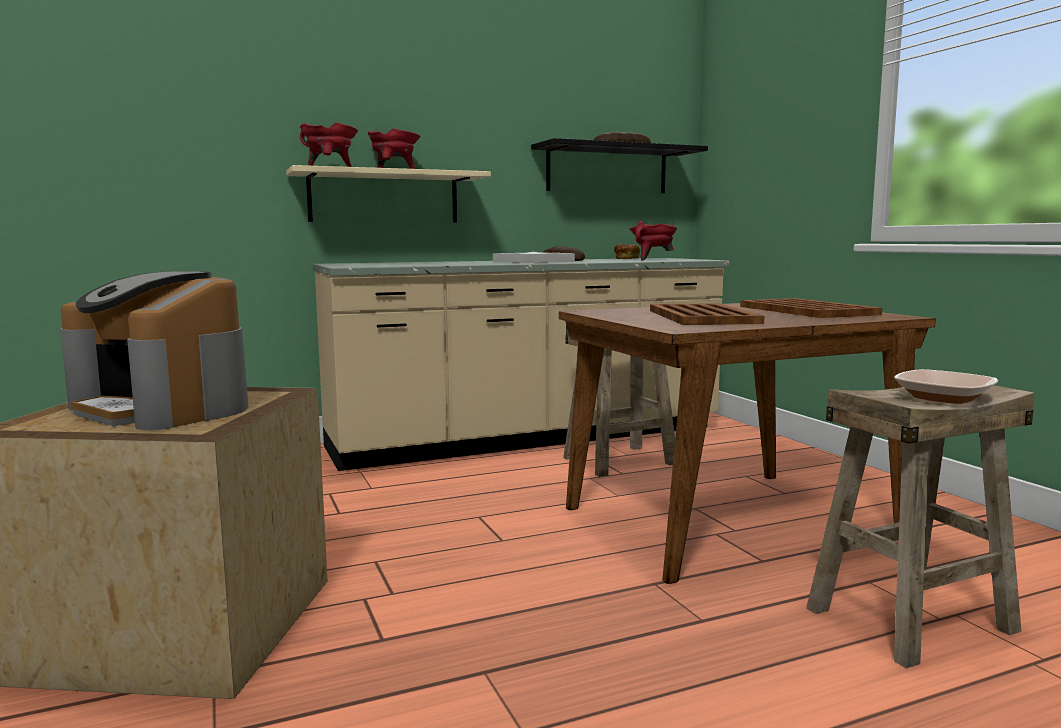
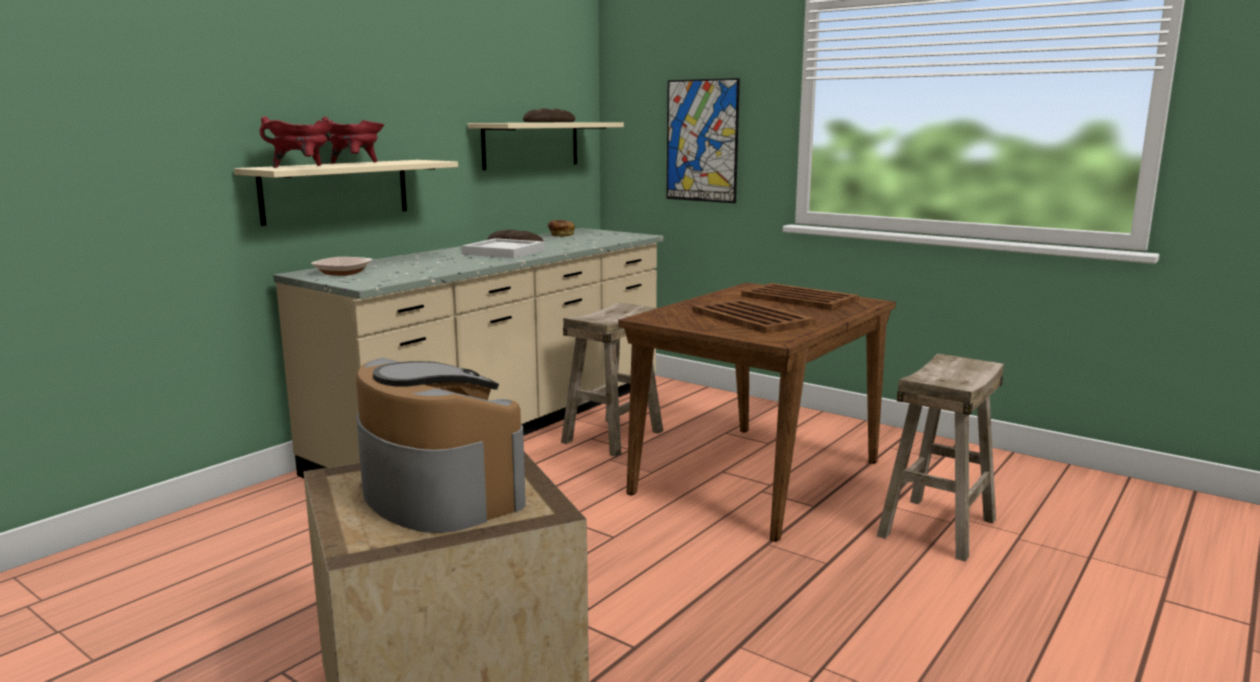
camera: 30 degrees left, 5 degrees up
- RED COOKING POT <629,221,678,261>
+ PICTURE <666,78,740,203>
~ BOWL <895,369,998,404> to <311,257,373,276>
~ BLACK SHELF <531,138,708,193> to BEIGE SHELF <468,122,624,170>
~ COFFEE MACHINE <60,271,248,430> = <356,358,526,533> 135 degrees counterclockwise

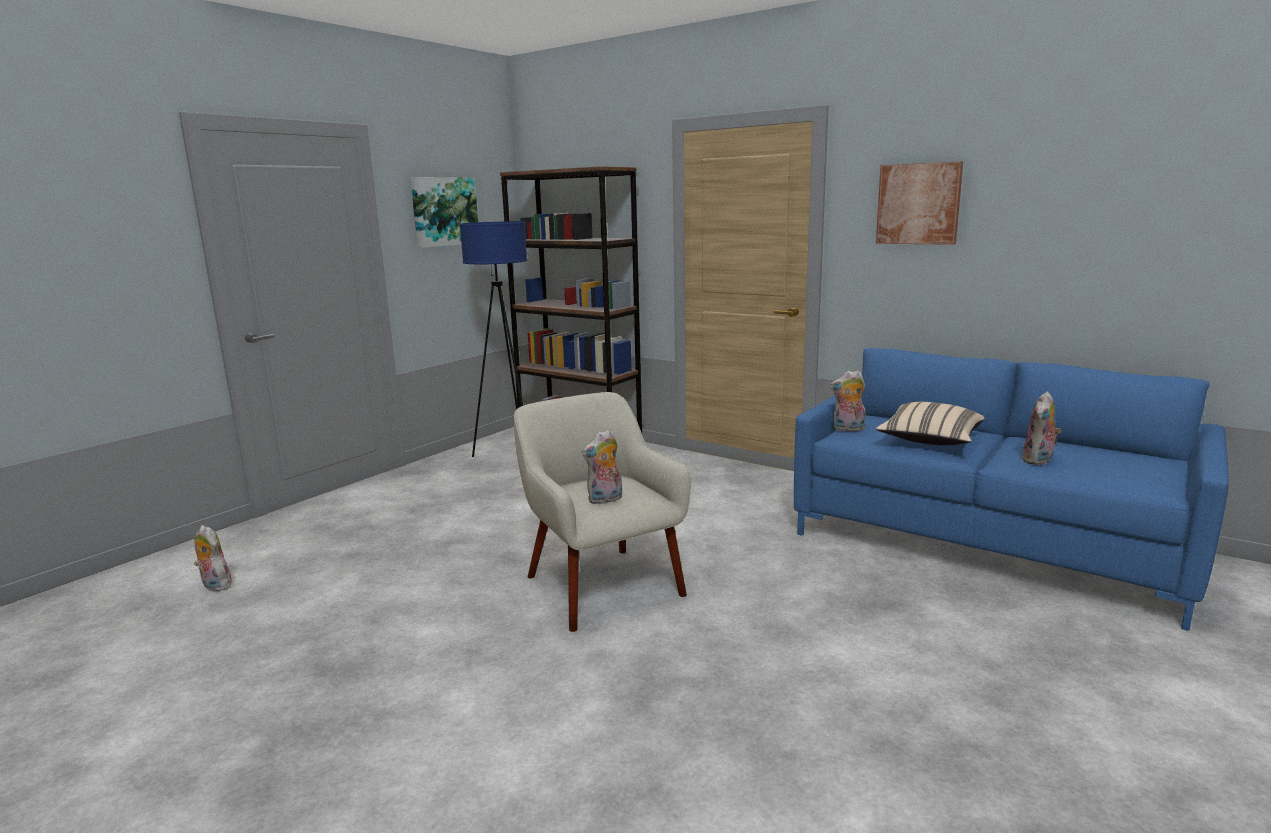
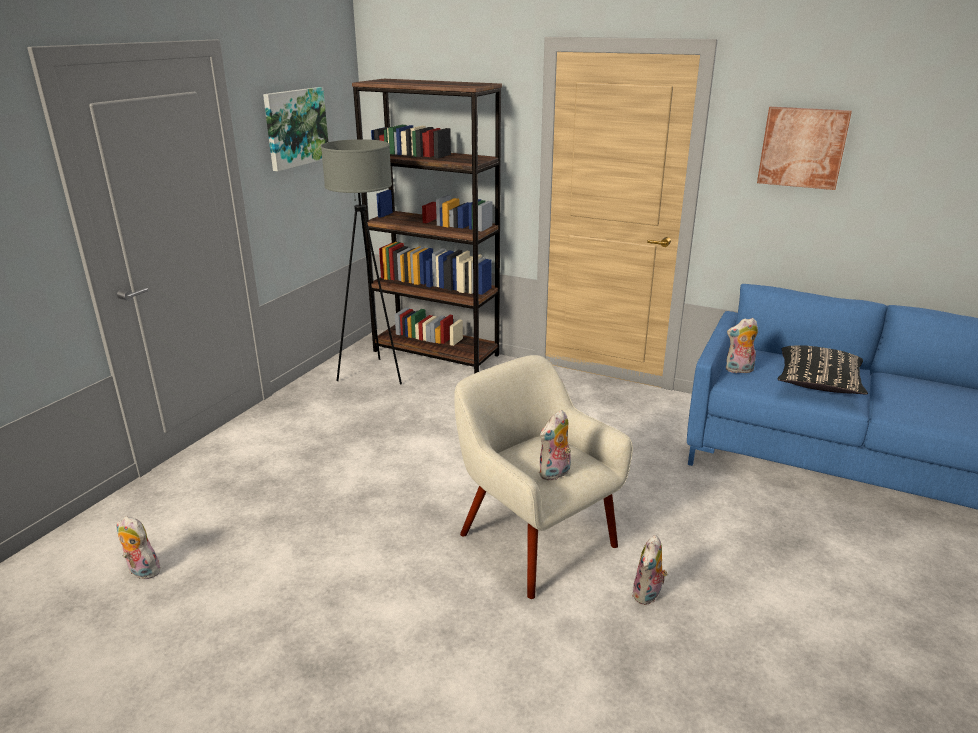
camera: 10 degrees left, 10 degrees up
~ PLUSH TOY <1022,392,1061,465> to <632,535,668,605>
~ BLUE FLOOR LAMP <460,221,527,457> to GREY FLOOR LAMP <321,139,402,384>
~ BEIGE PILLOW <876,402,985,445> to BLACK PILLOW <778,345,868,395>

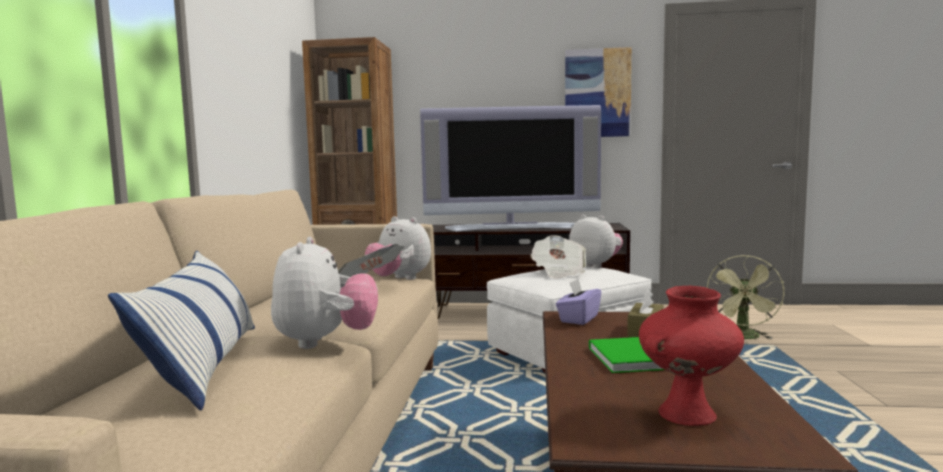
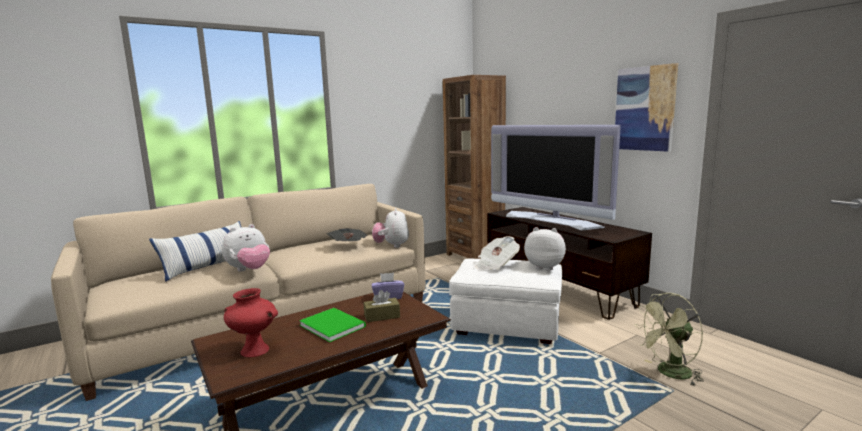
camera: 50 degrees right, 5 degrees up
~ PLUSH TOY <569,214,623,268> = <524,227,566,271> 75 degrees counterclockwise

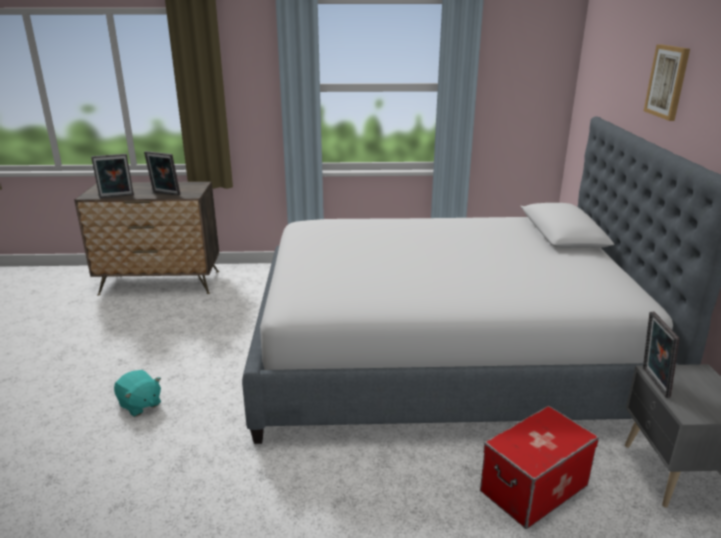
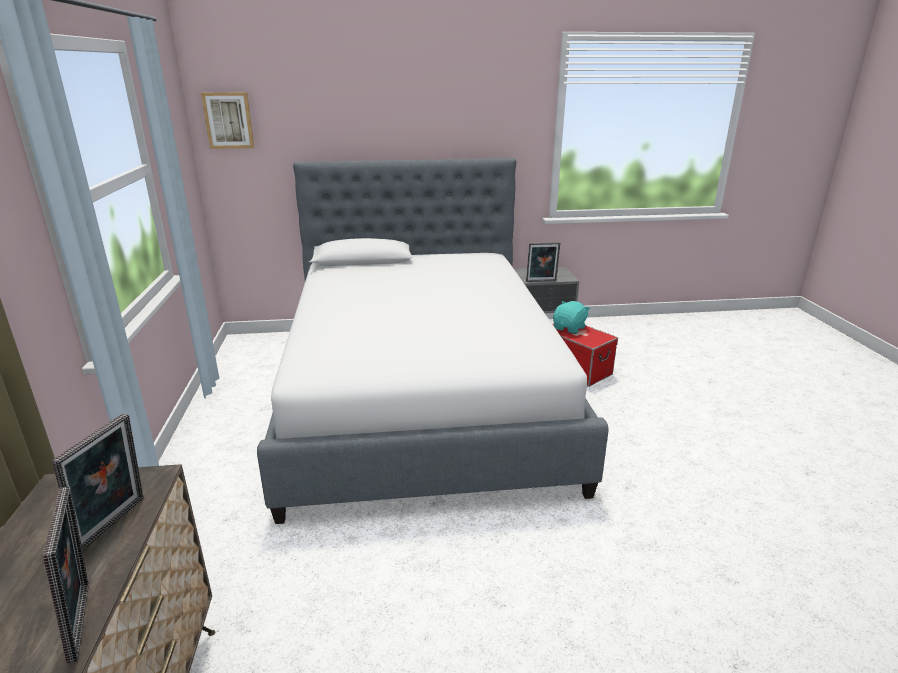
camera: 95 degrees left, 0 degrees up
~ TURQUOISE PLUSH TOY <114,370,161,417> to <553,301,590,334>
~ PICTURE <644,44,690,121> to <201,92,255,149>

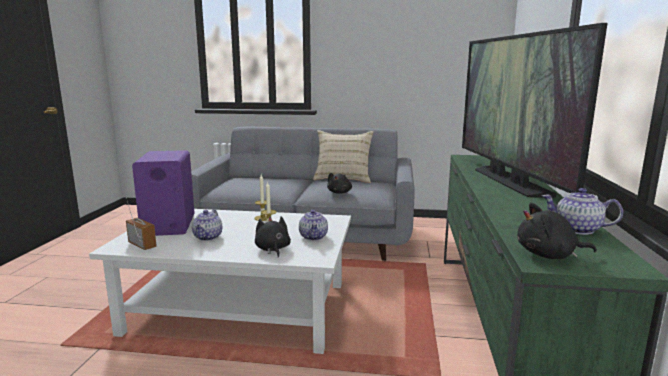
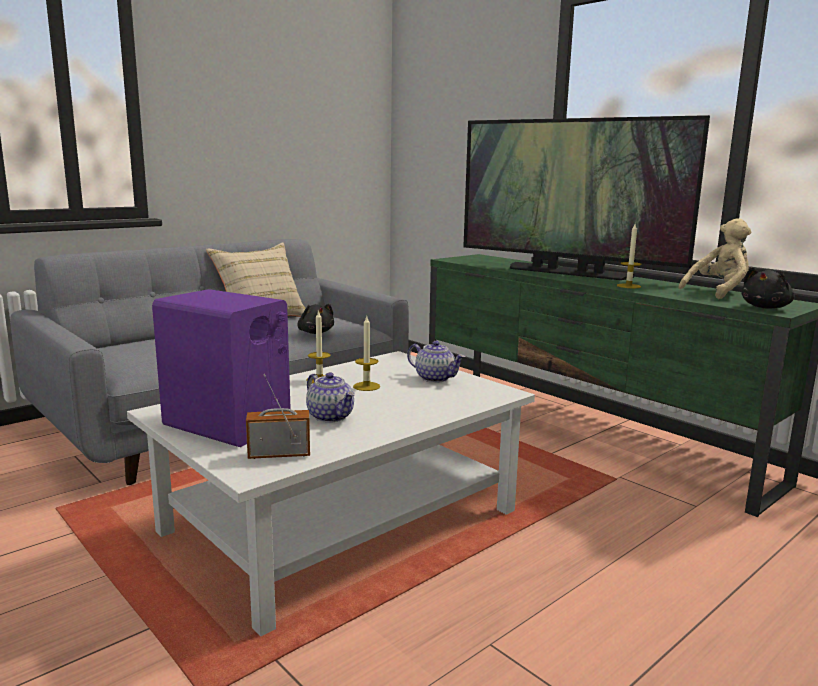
camera: 50 degrees left, 0 degrees up
- BLACK PLUSH TOY <255,216,291,258>
+ CANDLE <617,224,642,288>
~ TEAPOT <542,188,623,235> to BEIGE PLUSH TOY <678,218,751,299>

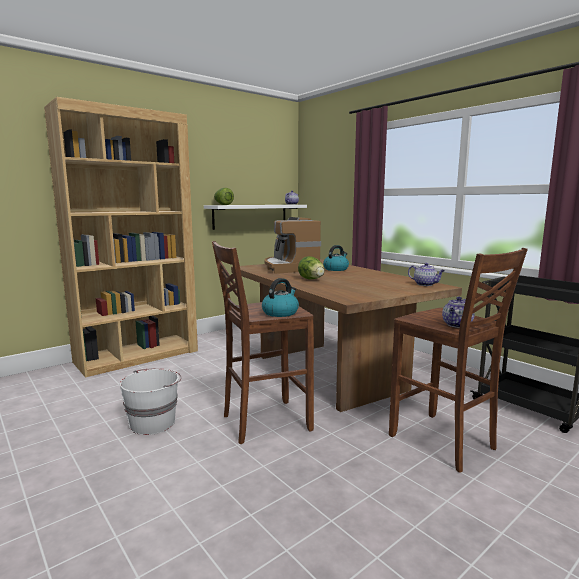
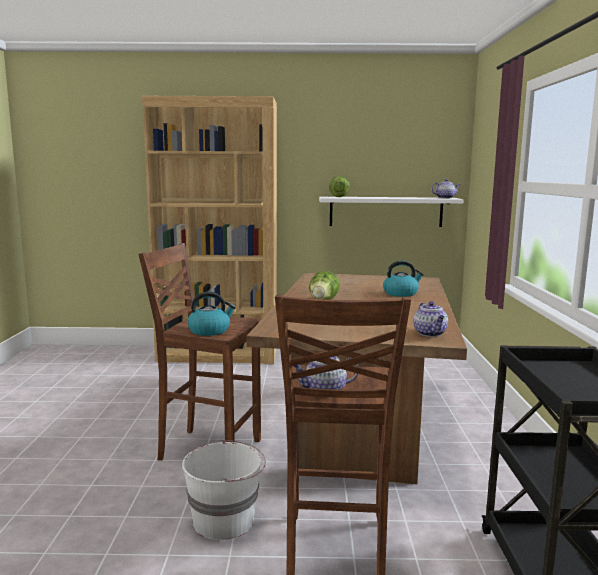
camera: 40 degrees right, 0 degrees up
- COFFEE MACHINE <264,217,322,274>
~ WHITE BUCKET <120,368,182,435> to <182,440,266,540>

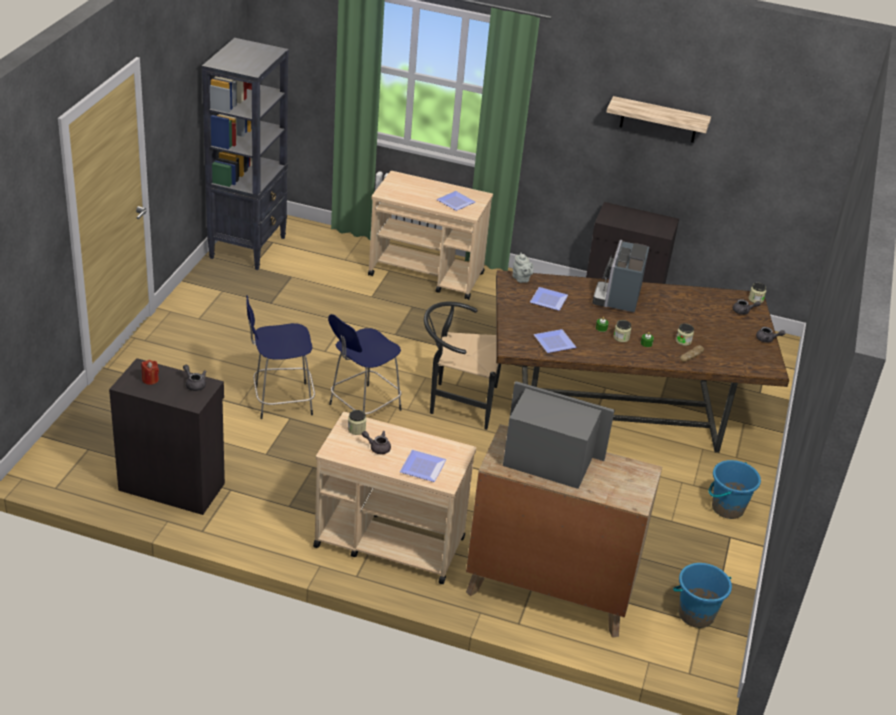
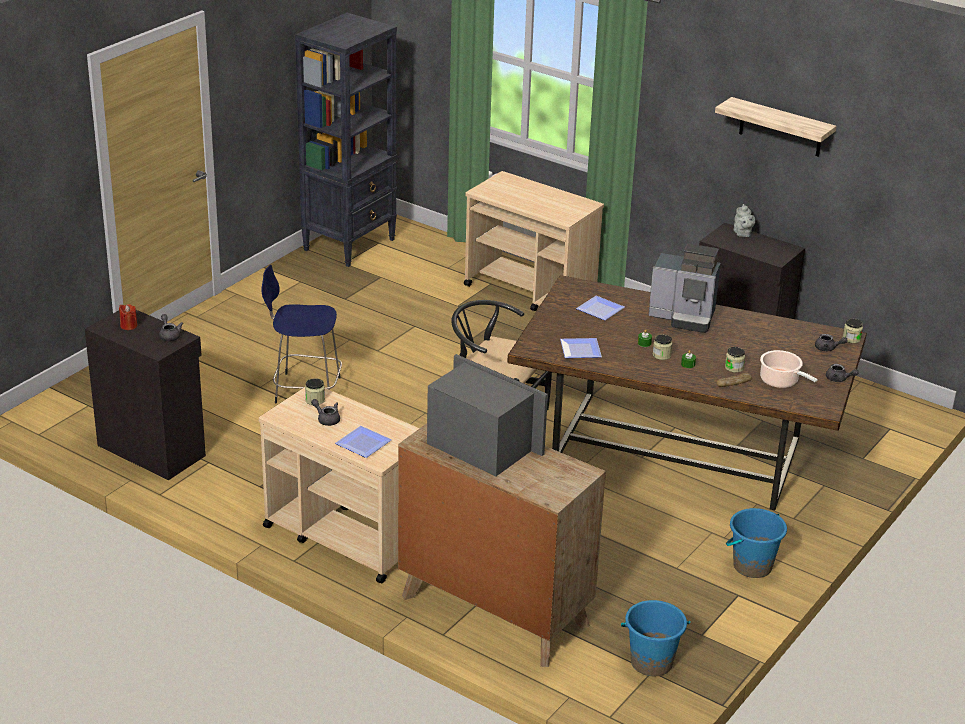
camera: 20 degrees right, 5 degrees down
- BLUE STOOL <328,314,402,414>
- PLATE <437,191,475,211>
+ COOKING POT <760,350,818,388>
~ GREY TEAPOT <512,253,534,283> to <734,204,756,237>
~ COFFEE MACHINE <592,240,649,313> = <648,244,721,333> 105 degrees counterclockwise

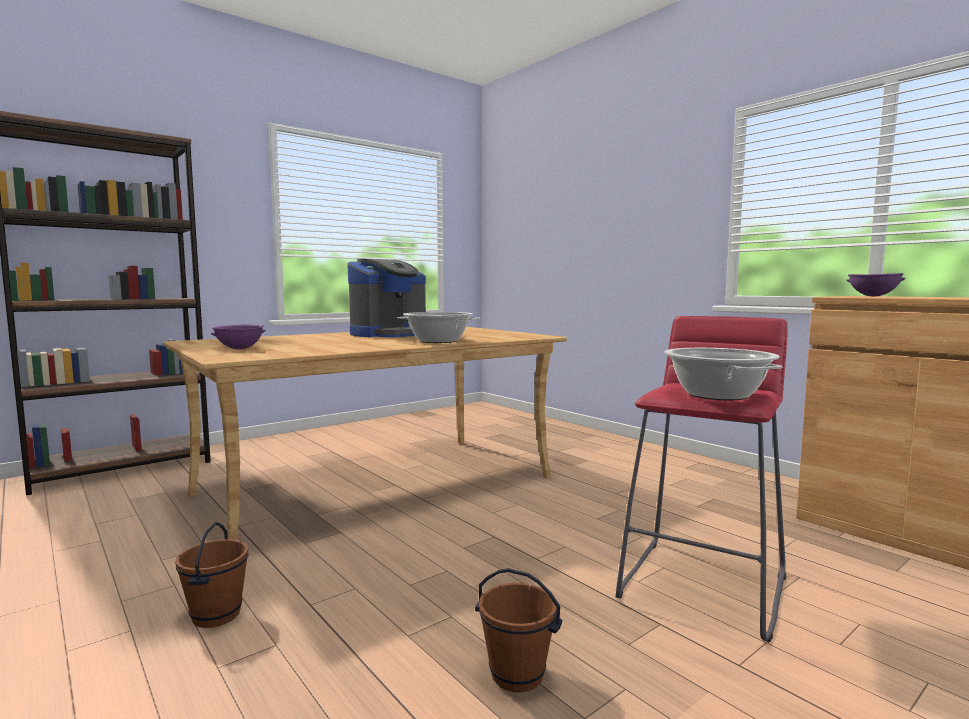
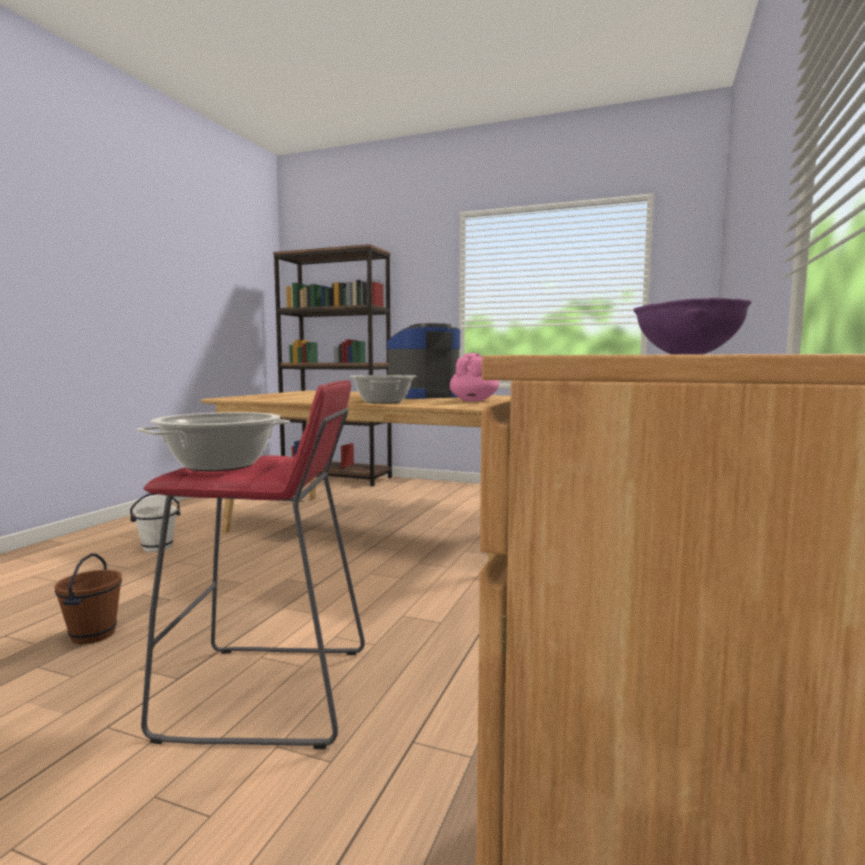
camera: 60 degrees right, 0 degrees up
- PURPLE BOWL <211,324,266,349>
+ PINK TEAPOT <450,353,499,401>
~ BROWN BUCKET <175,522,249,628> to WHITE BUCKET <130,493,180,552>
~ COFFEE MACHINE <347,259,426,338> = <387,323,460,399> 135 degrees clockwise

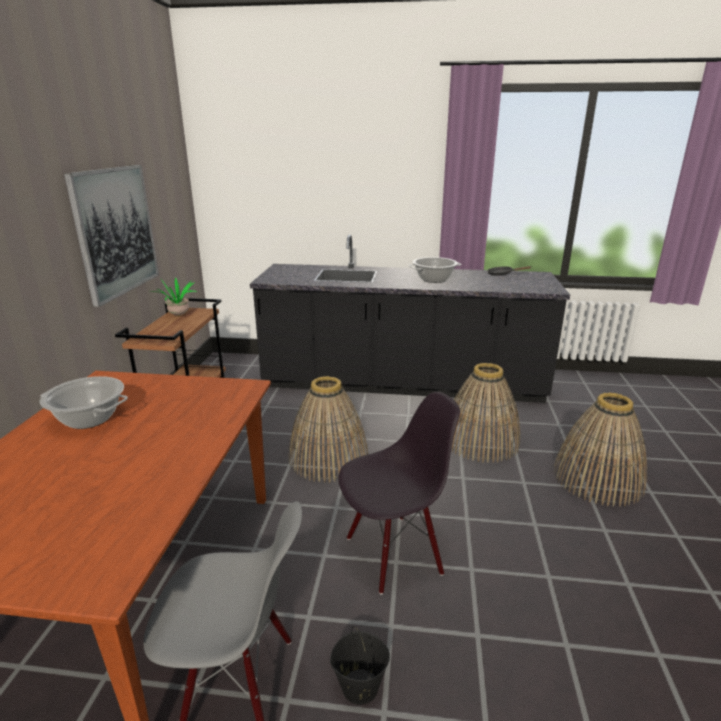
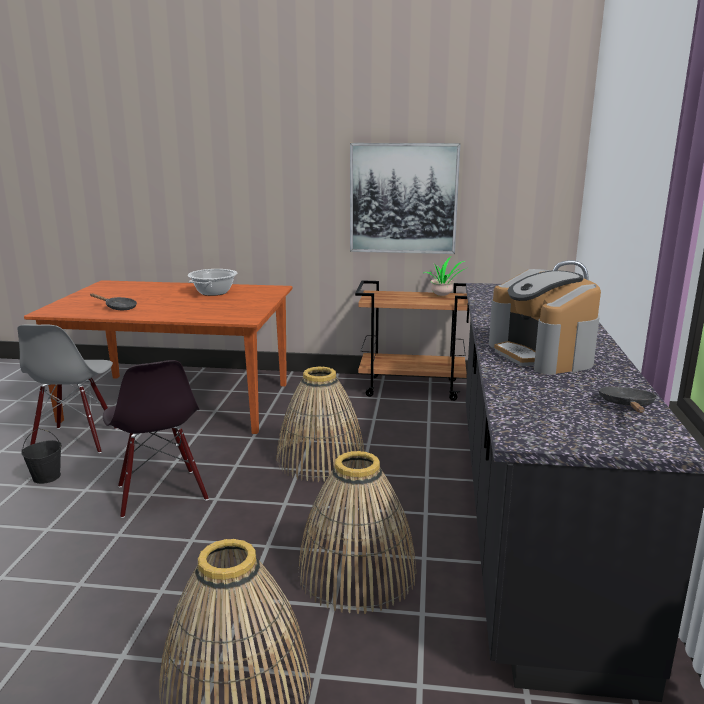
camera: 90 degrees right, 5 degrees down
+ BLACK FRYING PAN <90,293,137,310>
~ COOKING POT <408,257,461,283> to COFFEE MACHINE <489,269,601,375>

